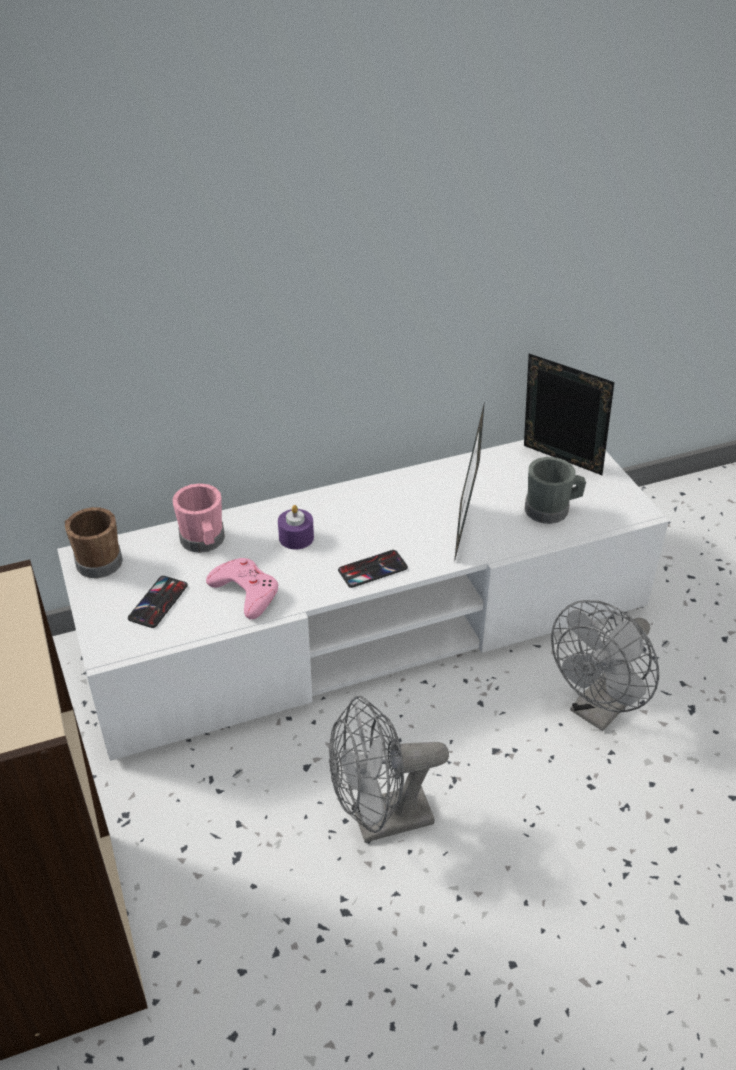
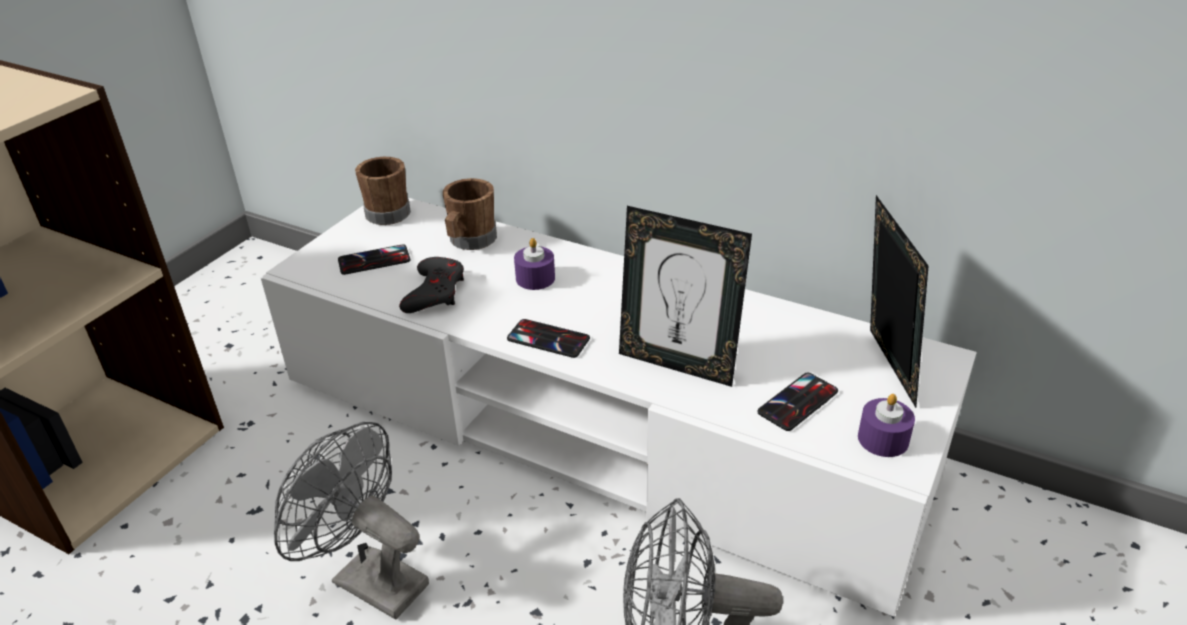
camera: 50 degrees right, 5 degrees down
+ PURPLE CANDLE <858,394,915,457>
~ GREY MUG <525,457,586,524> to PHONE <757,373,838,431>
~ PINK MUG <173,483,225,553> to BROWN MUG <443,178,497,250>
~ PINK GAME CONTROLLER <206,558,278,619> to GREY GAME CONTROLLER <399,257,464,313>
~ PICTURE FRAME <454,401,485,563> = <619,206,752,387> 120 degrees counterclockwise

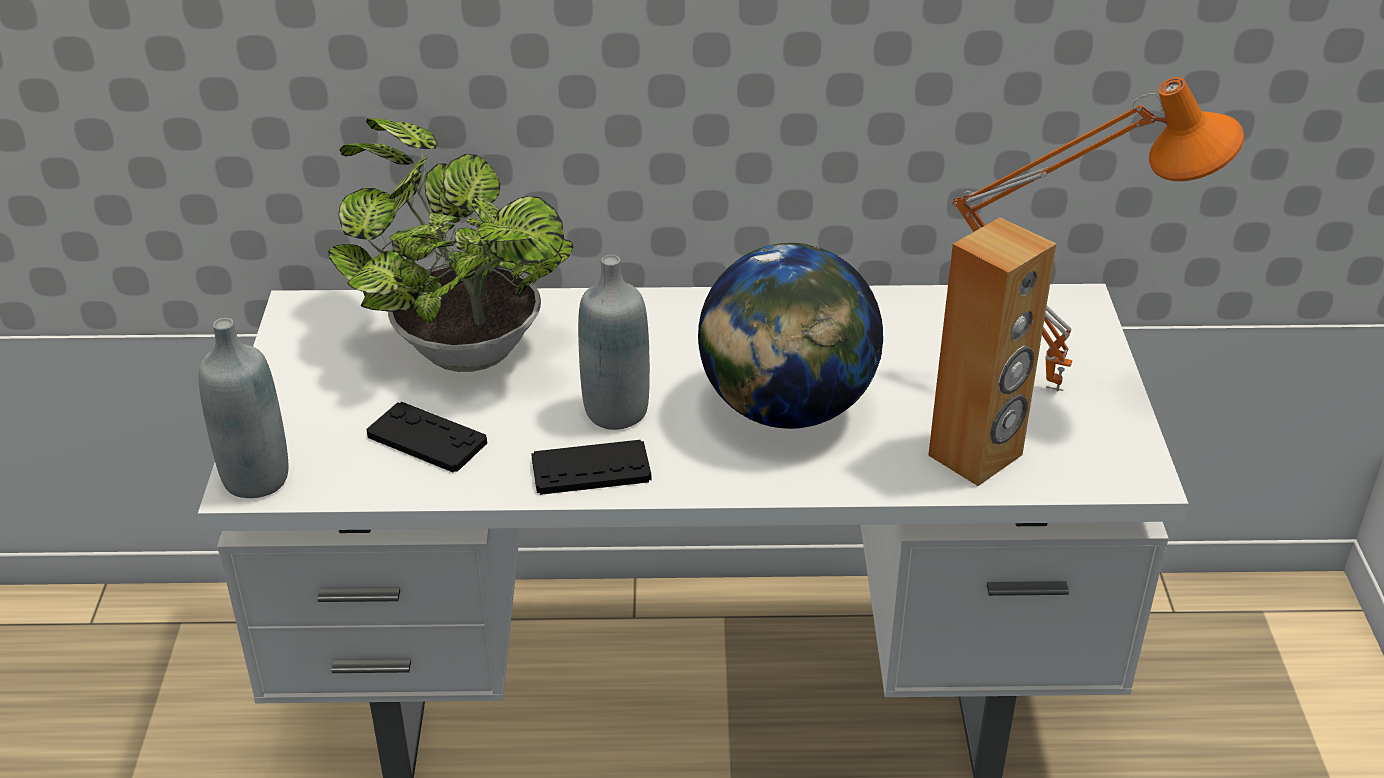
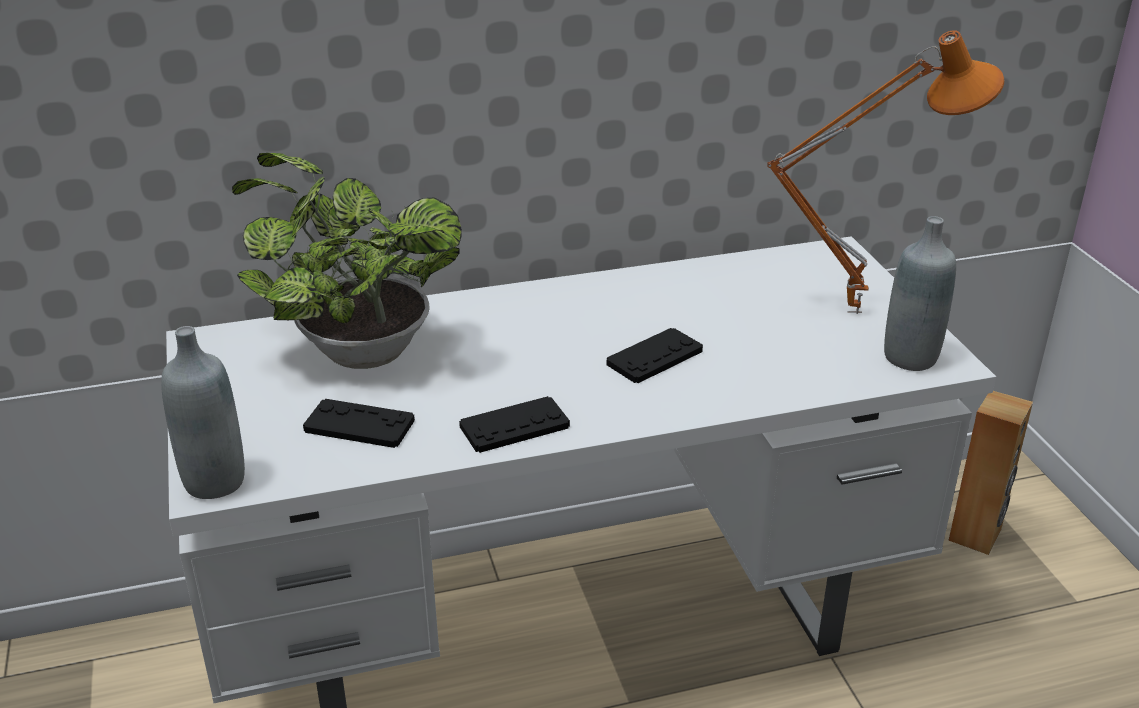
camera: 15 degrees left, 5 degrees down
~ GREY BOTTLE <578,254,650,430> to <884,216,956,371>
~ BROWN SPEAKER <928,217,1056,486> to <949,391,1033,555>
~ GLOBE <698,243,883,429> to BLACK GAME CONTROLLER <607,328,703,383>

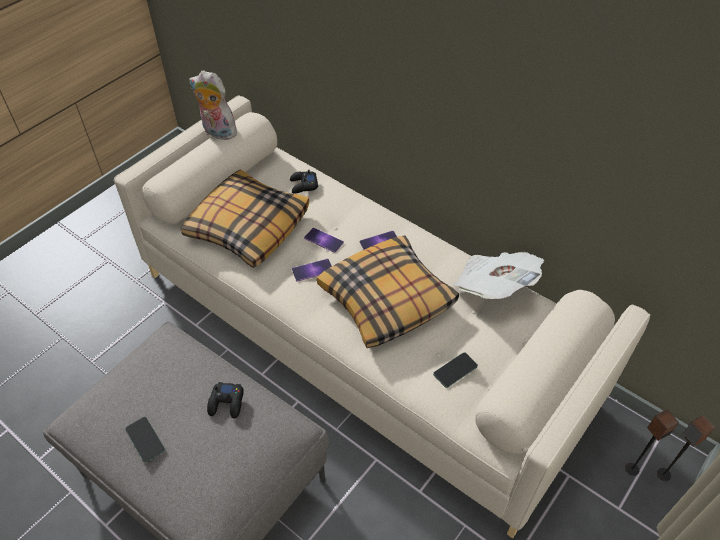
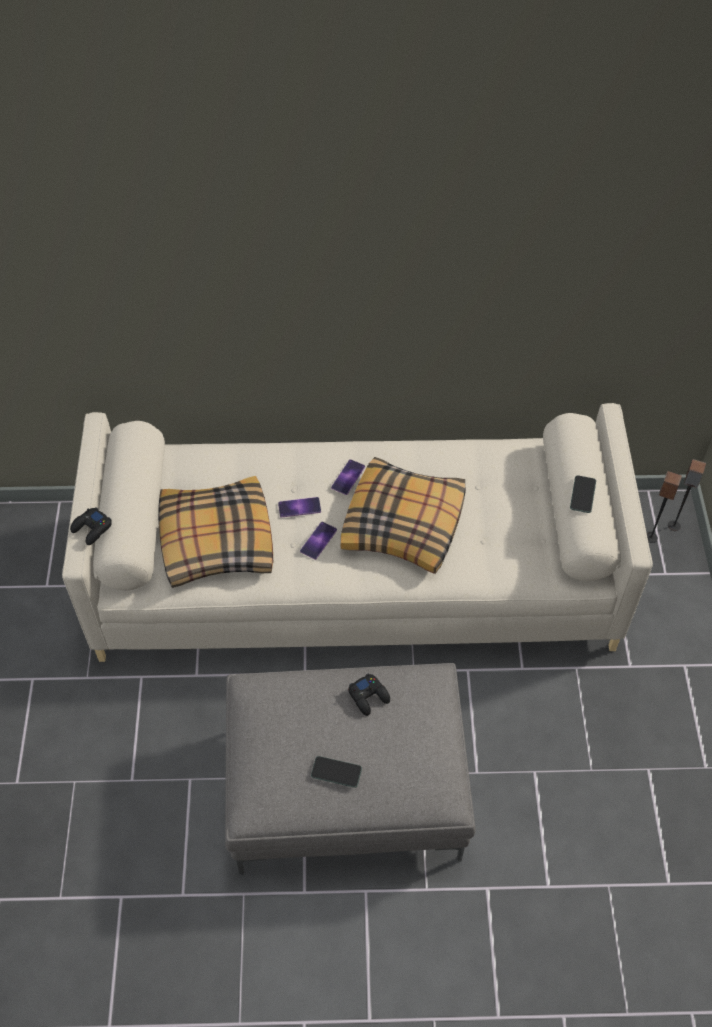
camera: 40 degrees left, 5 degrees up
- PLUSH TOY <189,70,237,140>
- NEWSPAPER <453,252,544,299>
~ BLACK GAME CONTROLLER <290,170,318,194> to <70,507,112,545>
~ PHONE <433,352,478,388> to <570,475,596,513>

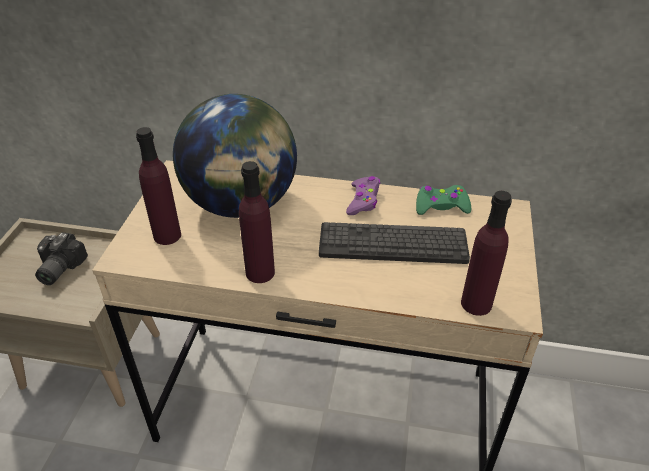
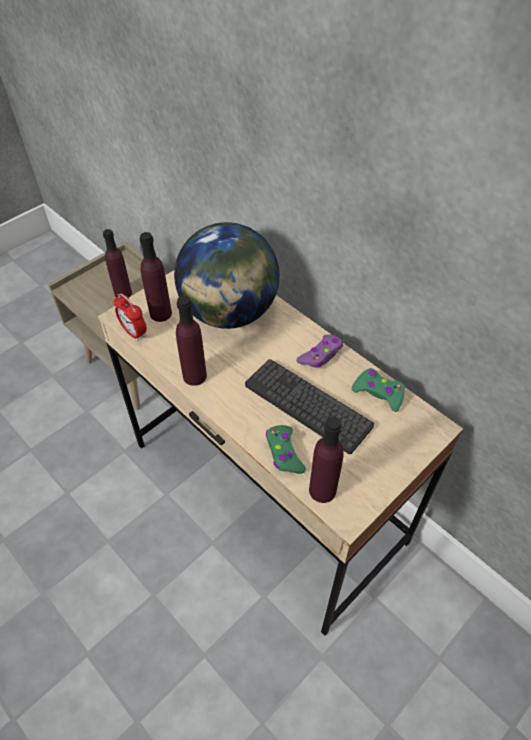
camera: 35 degrees right, 10 degrees up
+ ALARM CLOCK <114,293,147,341>
+ GREEN GAME CONTROLLER <266,425,306,474>
~ PHOTO CAMERA <35,232,88,285> to PURPLE BOTTLE <103,229,132,298>

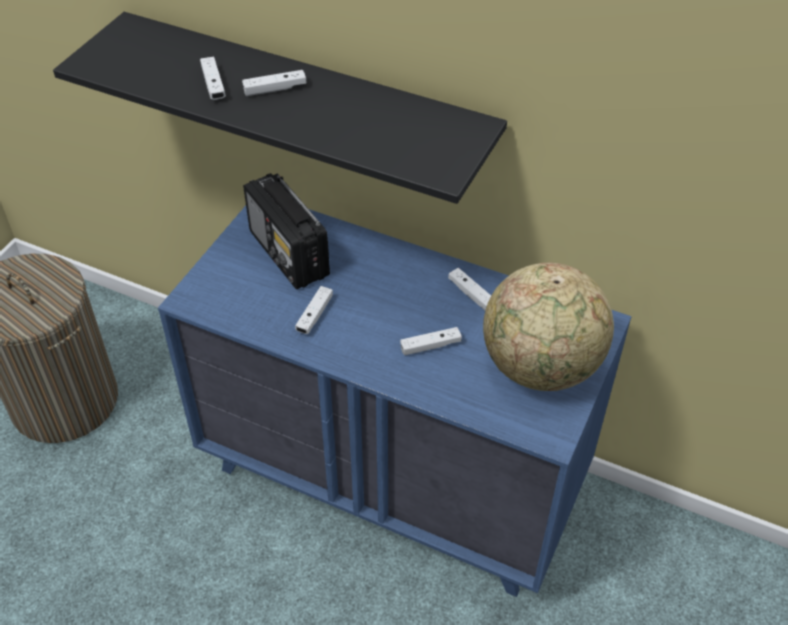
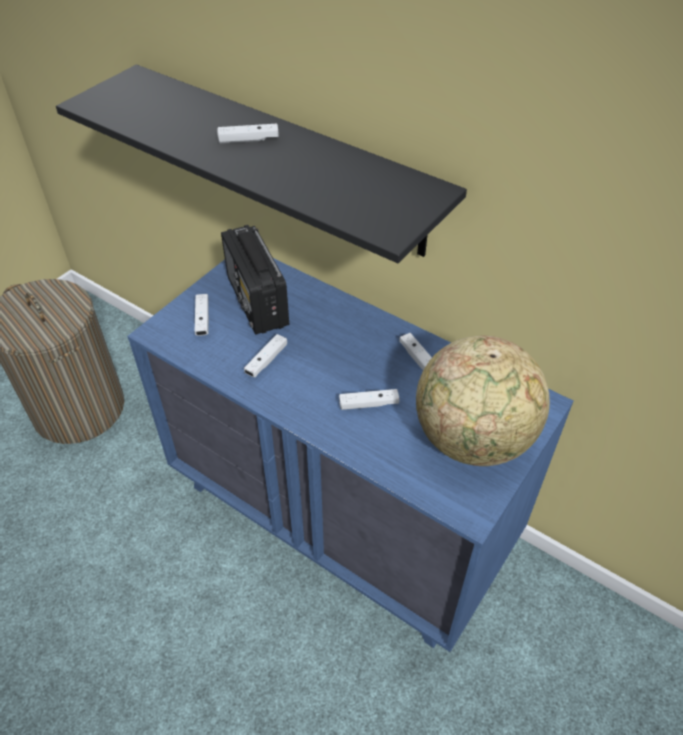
camera: 10 degrees right, 0 degrees up
~ WHITE GAME CONTROLLER <200,57,226,100> to <195,294,209,336>

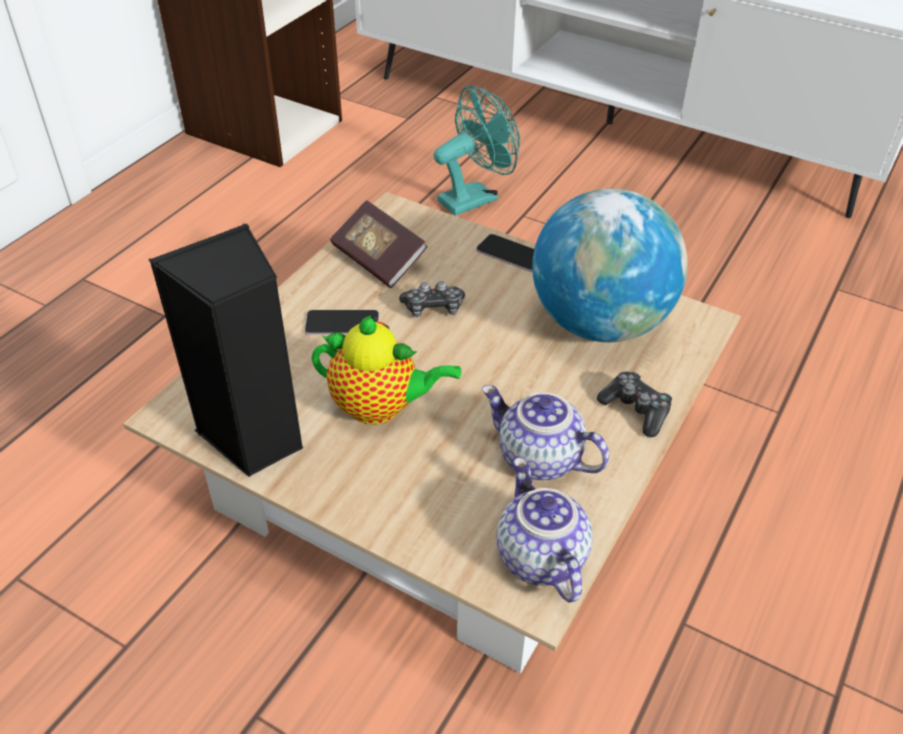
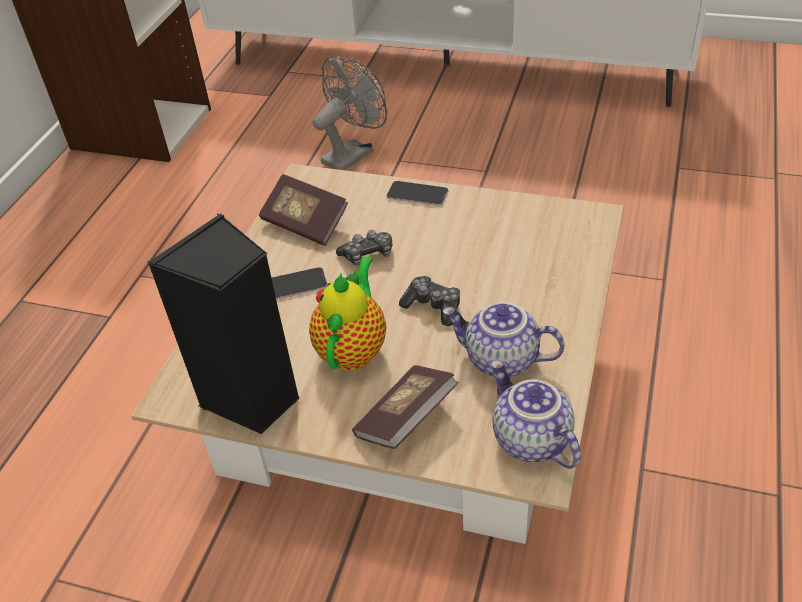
camera: 10 degrees left, 0 degrees up
- GLOBE <532,188,688,342>
+ BOOK <352,365,458,449>
~ GAME CONTROLLER <597,371,672,437> to <399,276,460,326>
~ TURQUOISE FAN <433,85,520,216> to GREY FAN <313,56,387,170>
~ TEAPOT <312,316,461,425> = <309,256,386,371> 75 degrees counterclockwise

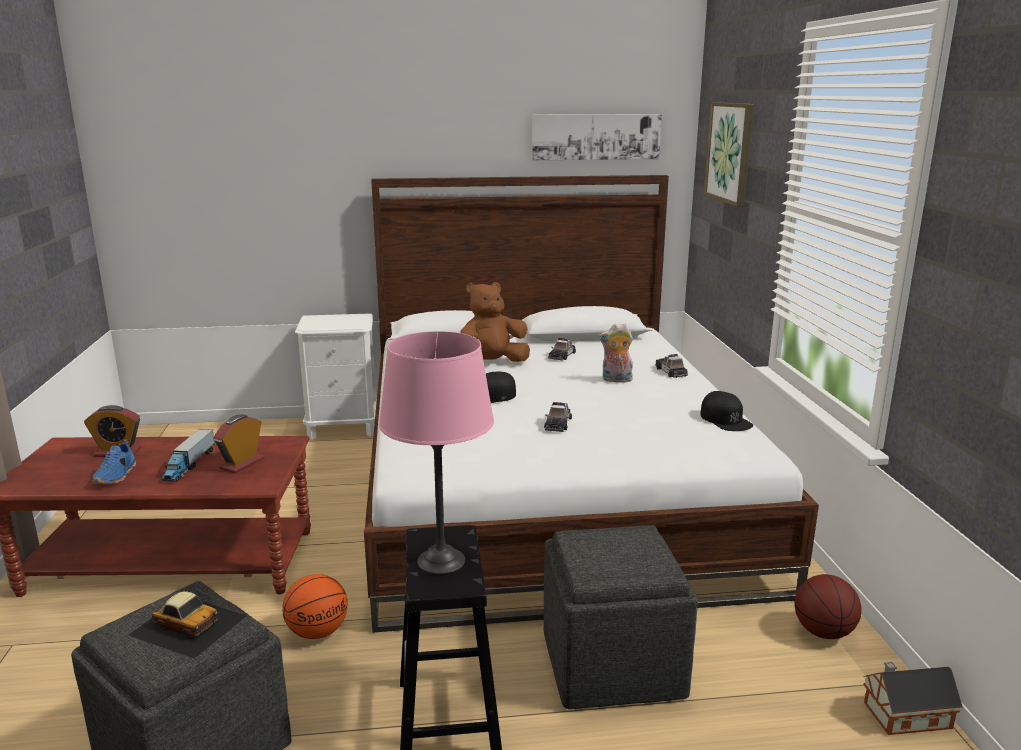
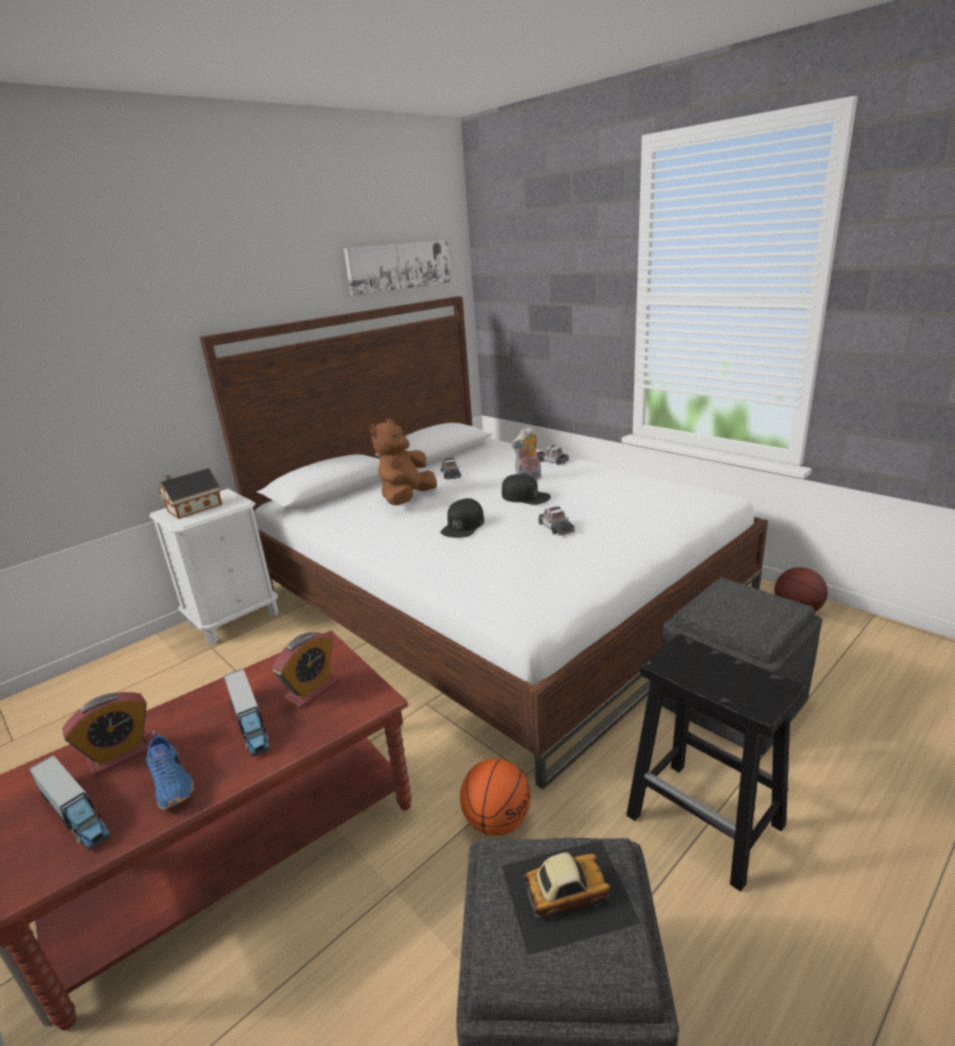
camera: 35 degrees left, 5 degrees up
- PINK TABLE LAMP <379,331,494,575>
- PICTURE <704,102,754,207>
+ TOY TRUCK <29,755,111,851>
~ BLACK CAP <700,391,753,431> to <502,474,551,505>
~ TOY HOUSE <863,662,963,735> to <159,468,222,519>
~ ALARM CLOCK <214,414,264,473> = <272,632,339,709> 135 degrees counterclockwise

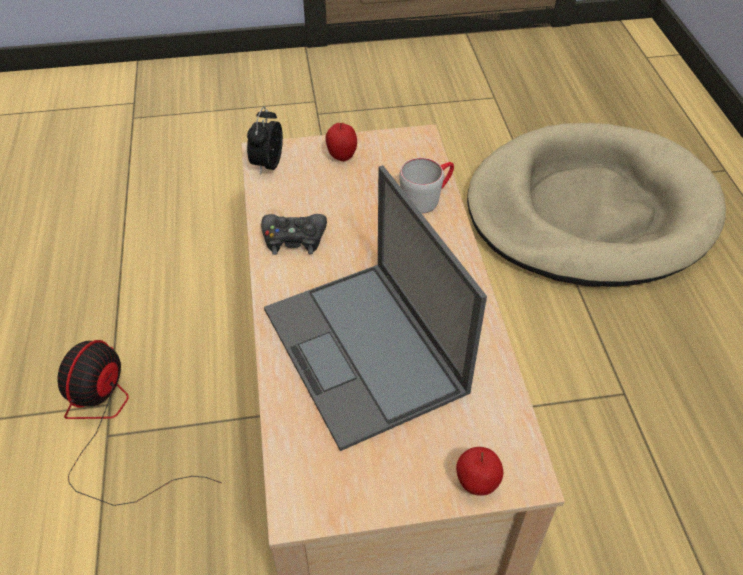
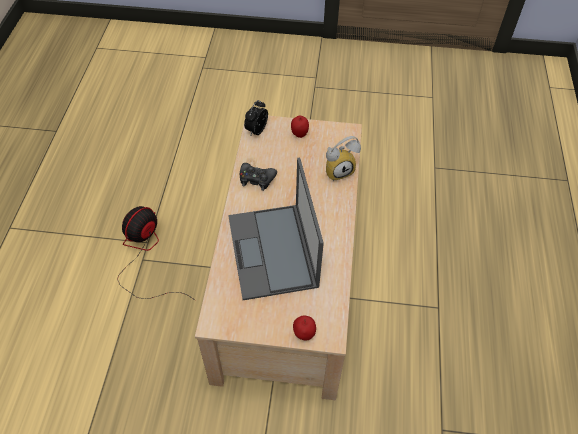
camera: 15 degrees right, 5 degrees up
- BEIGE DOG BED <467,123,726,287>
~ GREY MUG <399,158,454,214> to ALARM CLOCK <326,136,361,181>

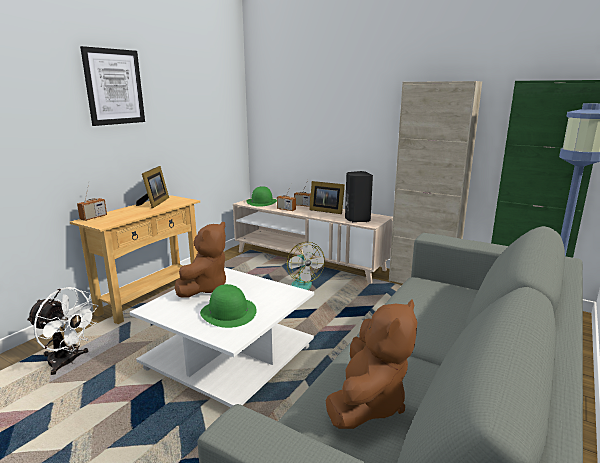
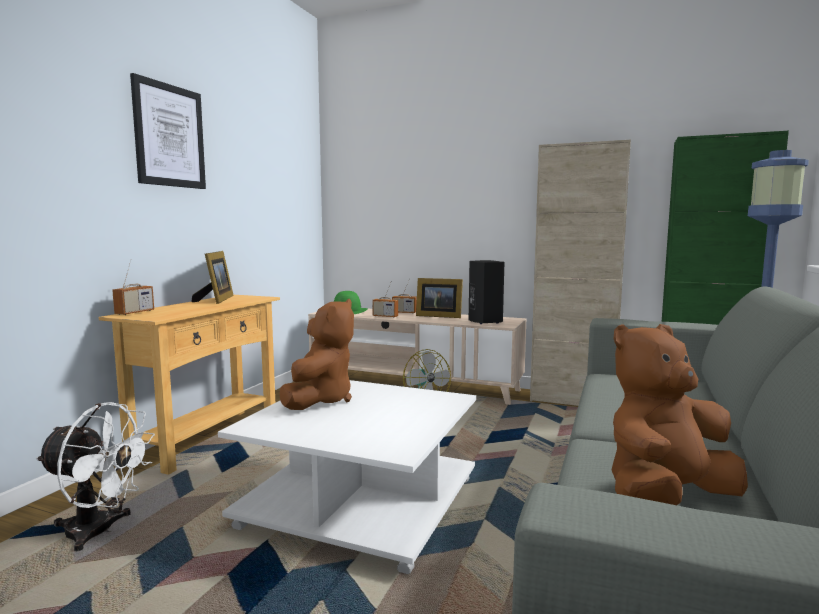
camera: 10 degrees left, 10 degrees down
- GREEN HAT <200,284,257,328>
~ BROWN PLUSH TOY <326,300,417,429> = <612,324,748,505> 135 degrees counterclockwise

